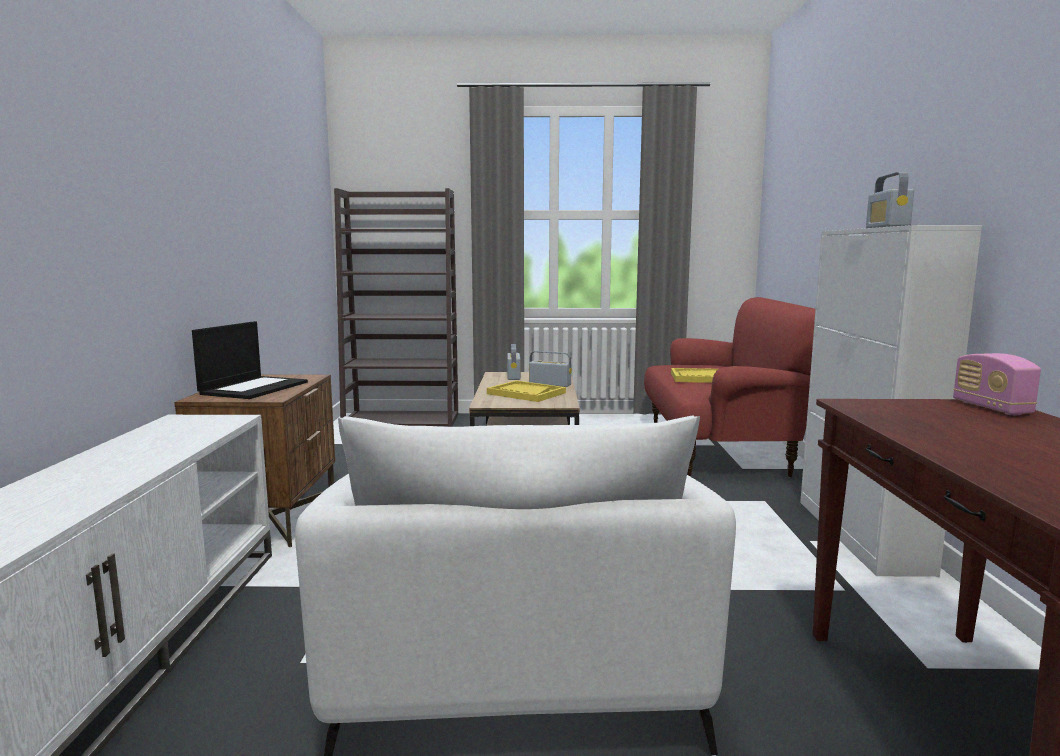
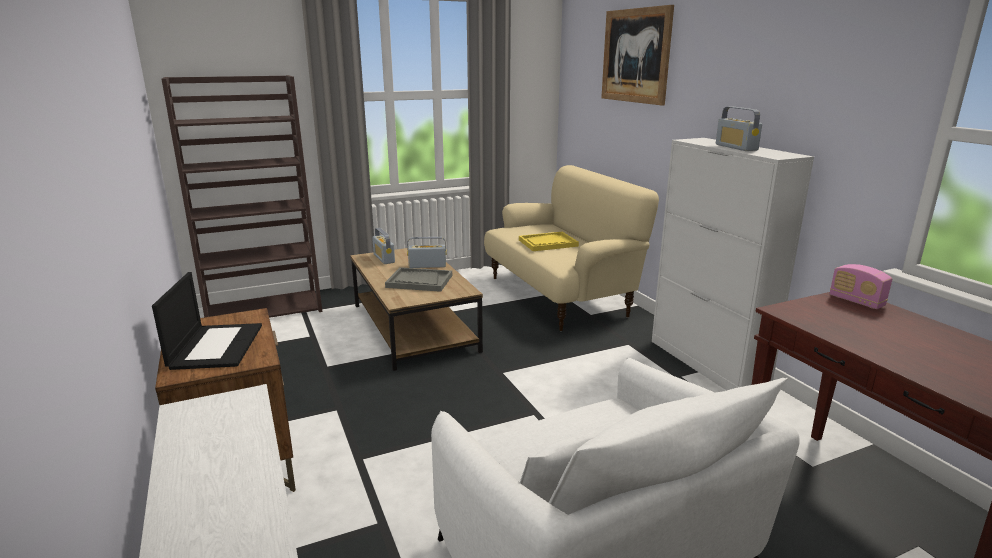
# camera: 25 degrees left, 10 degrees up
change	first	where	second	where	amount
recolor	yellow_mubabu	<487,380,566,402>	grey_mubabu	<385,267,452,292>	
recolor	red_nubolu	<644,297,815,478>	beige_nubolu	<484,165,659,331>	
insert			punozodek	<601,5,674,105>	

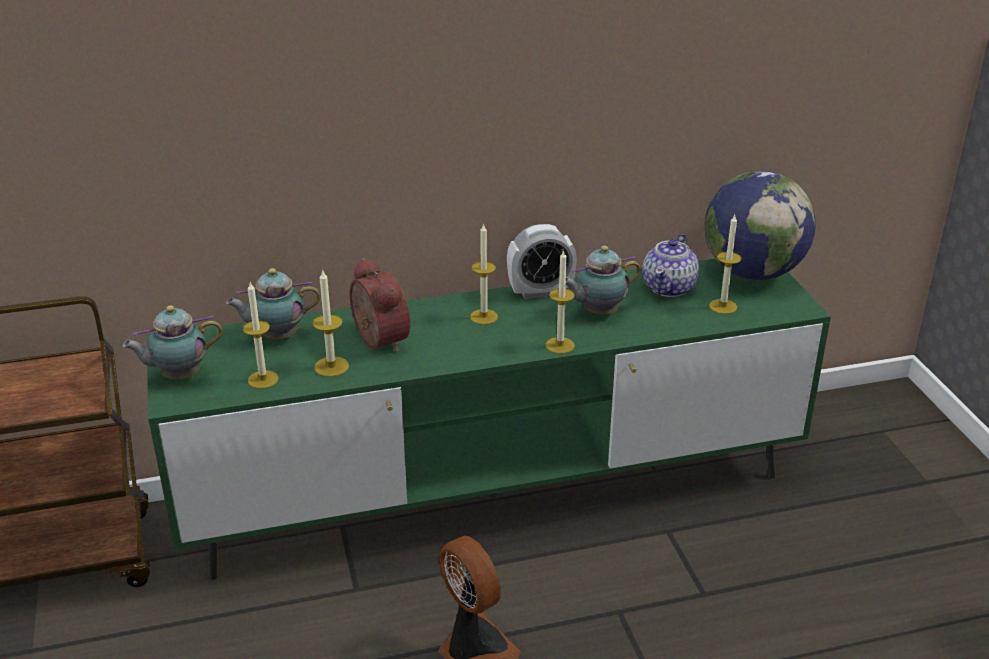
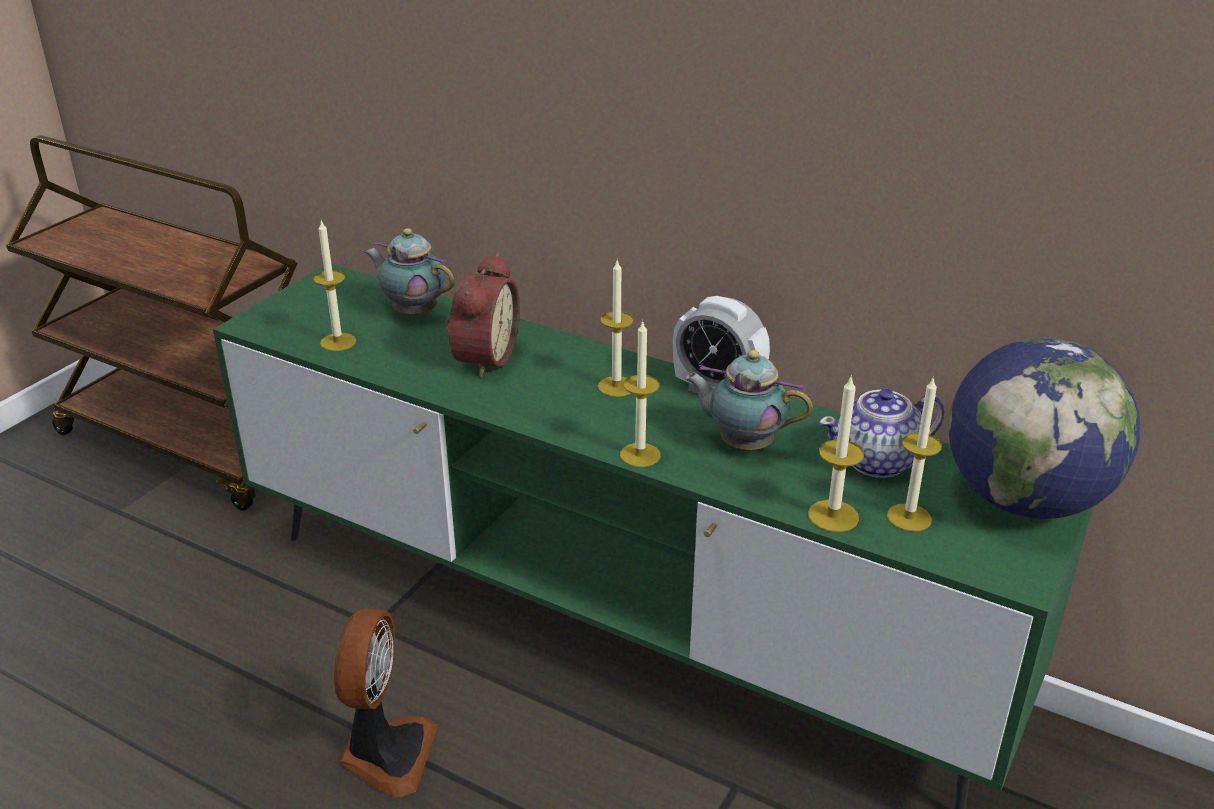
# camera: 45 degrees right, 0 degrees up
change	first	where	second	where	amount
move	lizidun	<312,269,349,377>		<808,375,864,532>	
delete	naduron	<122,305,223,379>			

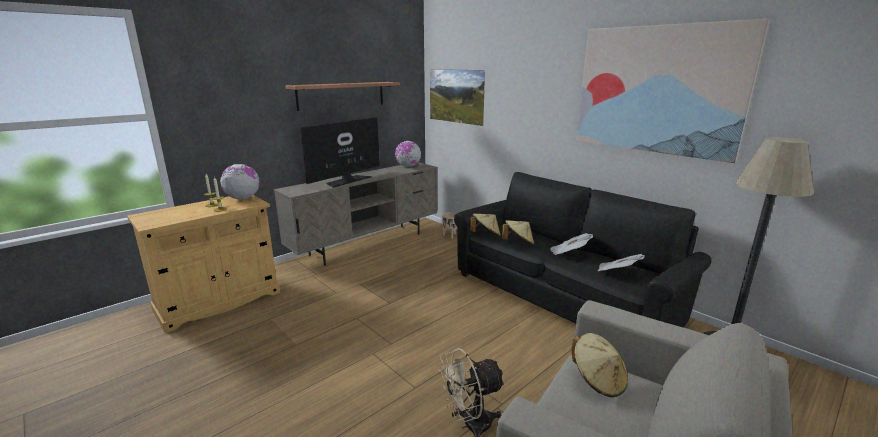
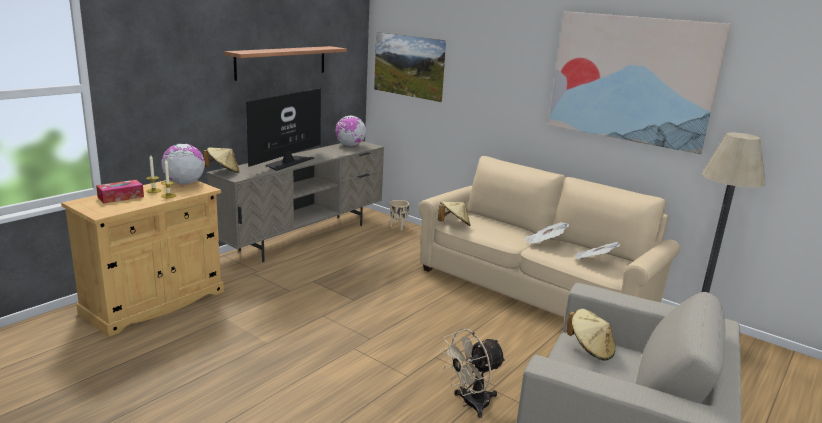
# camera: 10 degrees left, 0 degrees up
change	first	where	second	where	amount
insert			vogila	<96,180,144,204>	
move	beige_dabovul	<502,220,534,245>		<203,147,240,173>	
recolor	black_nubolu	<454,172,711,328>	beige_nubolu	<418,156,680,318>	

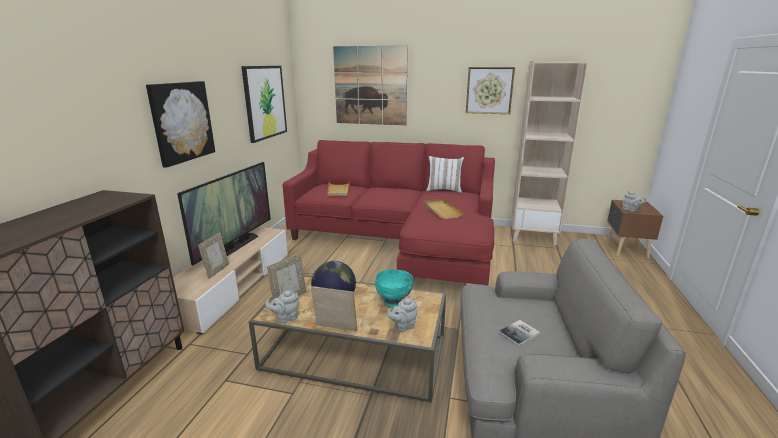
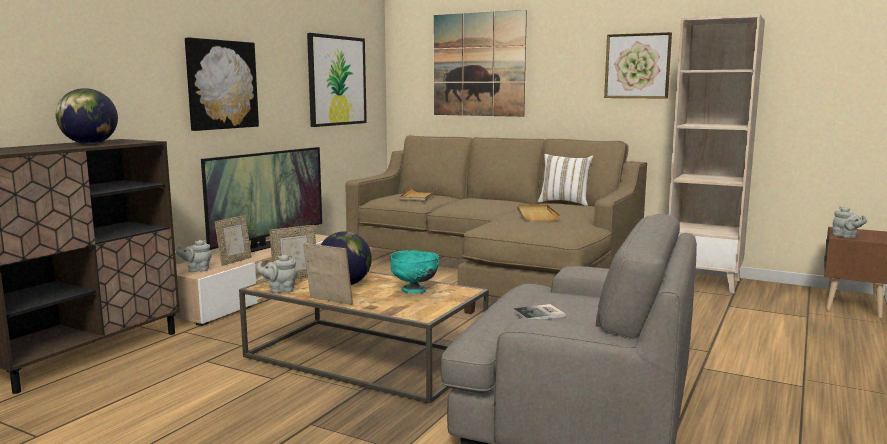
# camera: 15 degrees right, 10 degrees down
change	first	where	second	where	amount
insert			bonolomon	<56,88,118,144>	
move	grey_naduron	<387,298,417,332>		<176,240,212,272>	
recolor	red_nubolu	<283,140,495,285>	beige_nubolu	<346,135,647,314>	

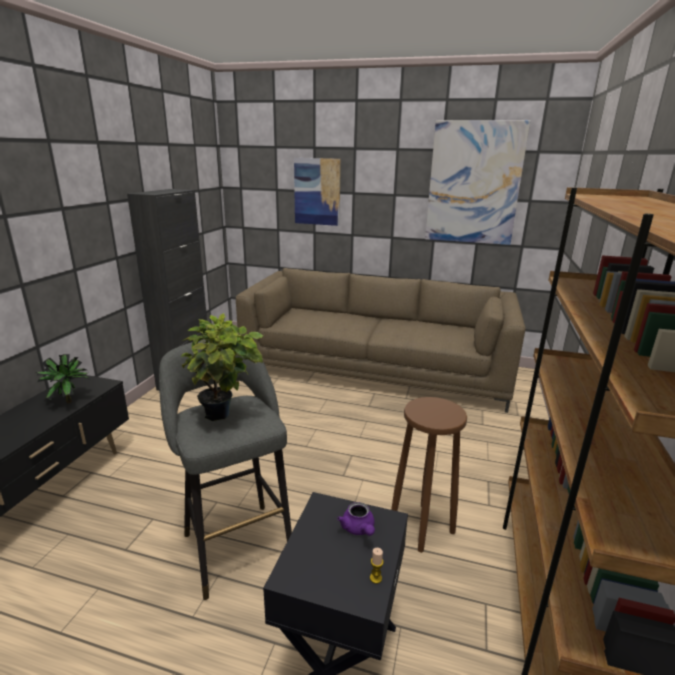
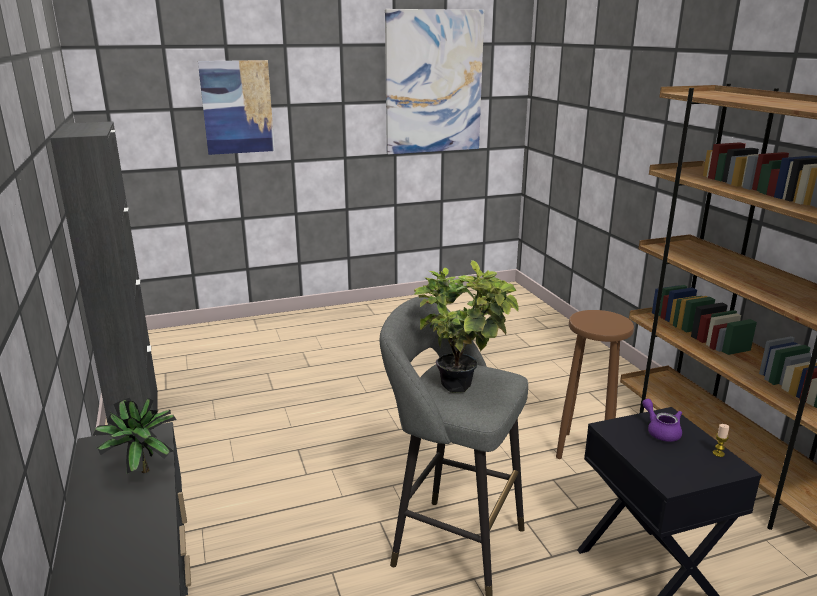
# camera: 35 degrees left, 0 degrees up
change	first	where	second	where	amount
rotate	purple_naduron	<337,502,375,536>		<642,399,682,442>	150 degrees counterclockwise
delete	brown_nubolu	<236,268,525,413>			

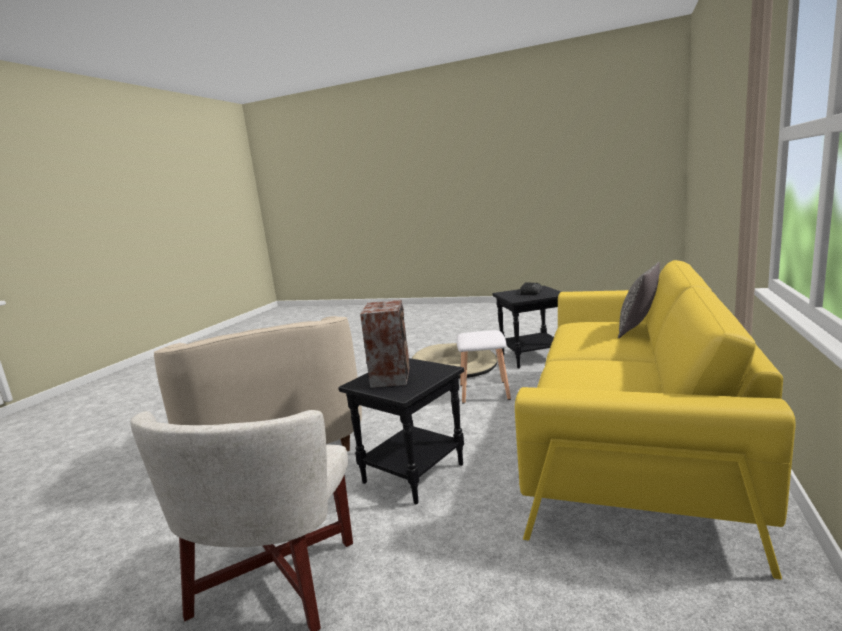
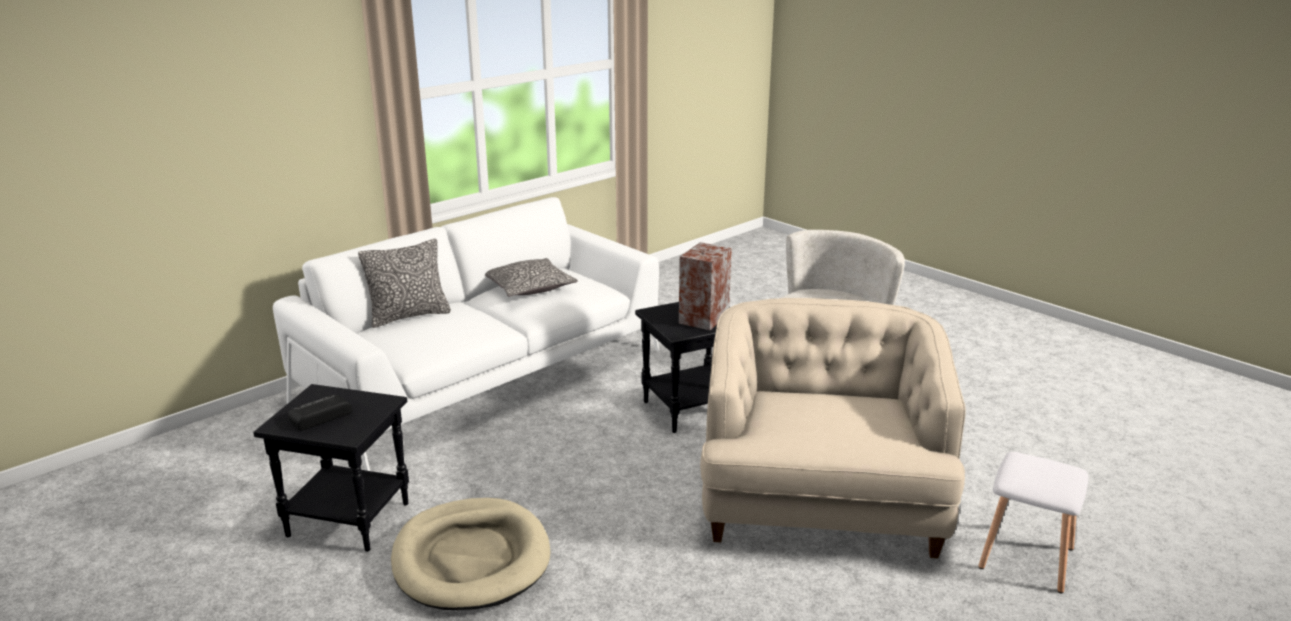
# camera: 155 degrees left, 10 degrees up
change	first	where	second	where	amount
recolor	yellow_nubolu	<515,260,796,580>	white_nubolu	<273,197,660,471>	
insert			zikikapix	<485,258,578,296>	
move	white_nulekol	<457,330,511,404>		<978,452,1088,594>	

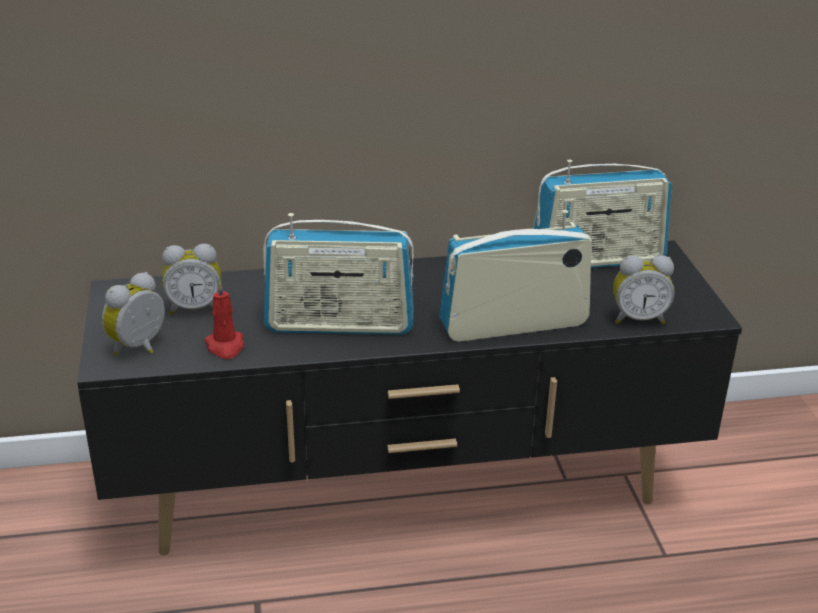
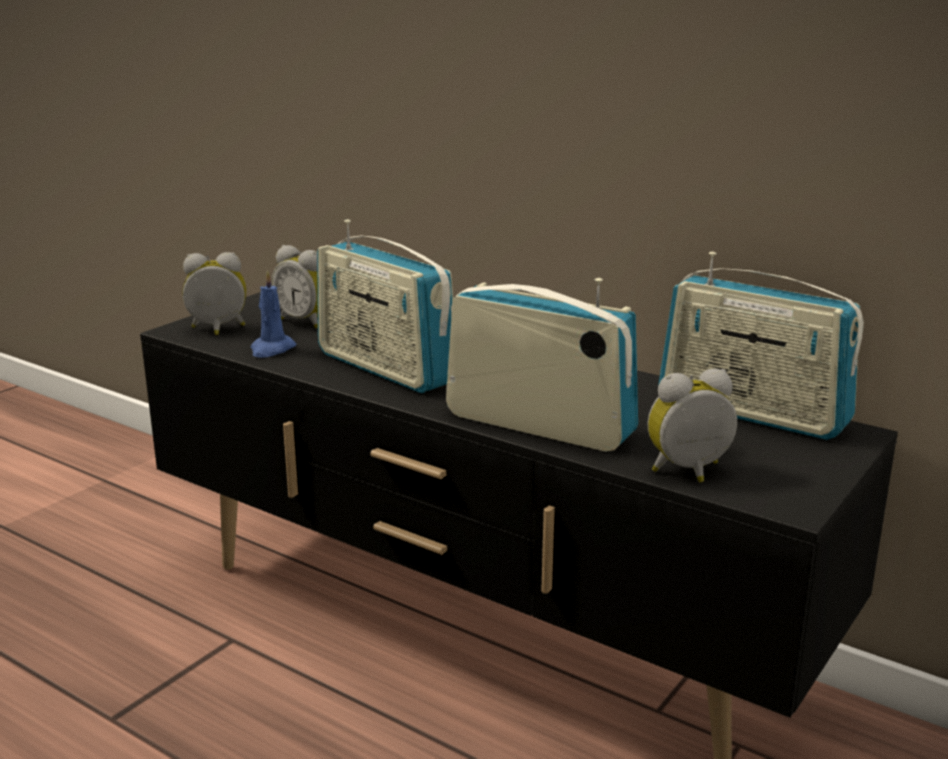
# camera: 45 degrees right, 10 degrees down
change	first	where	second	where	amount
recolor	red_lizidun	<204,280,244,359>	blue_lizidun	<251,270,297,358>	
rotate	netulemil	<613,255,675,324>		<648,368,737,482>	120 degrees clockwise

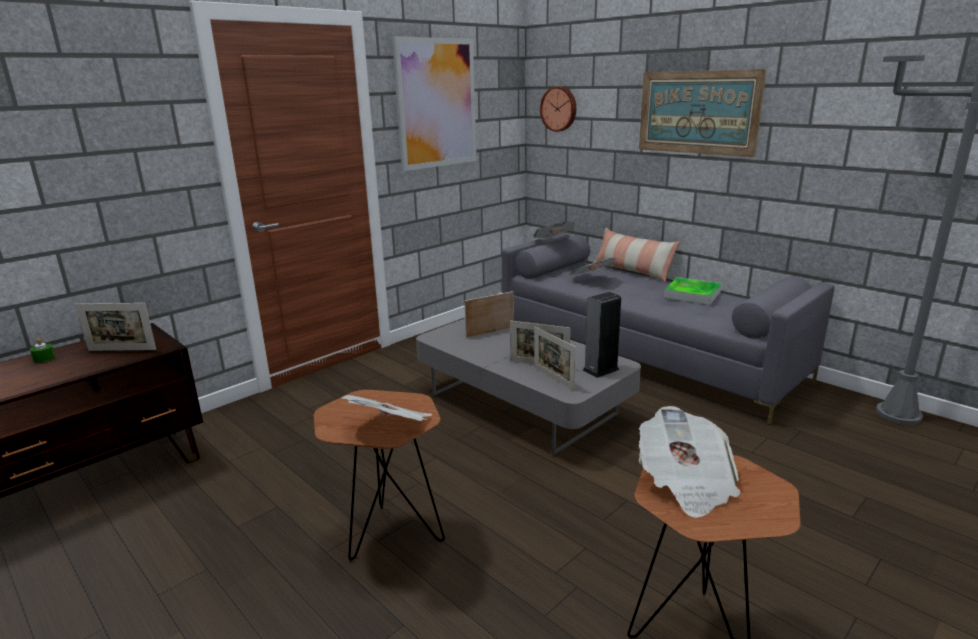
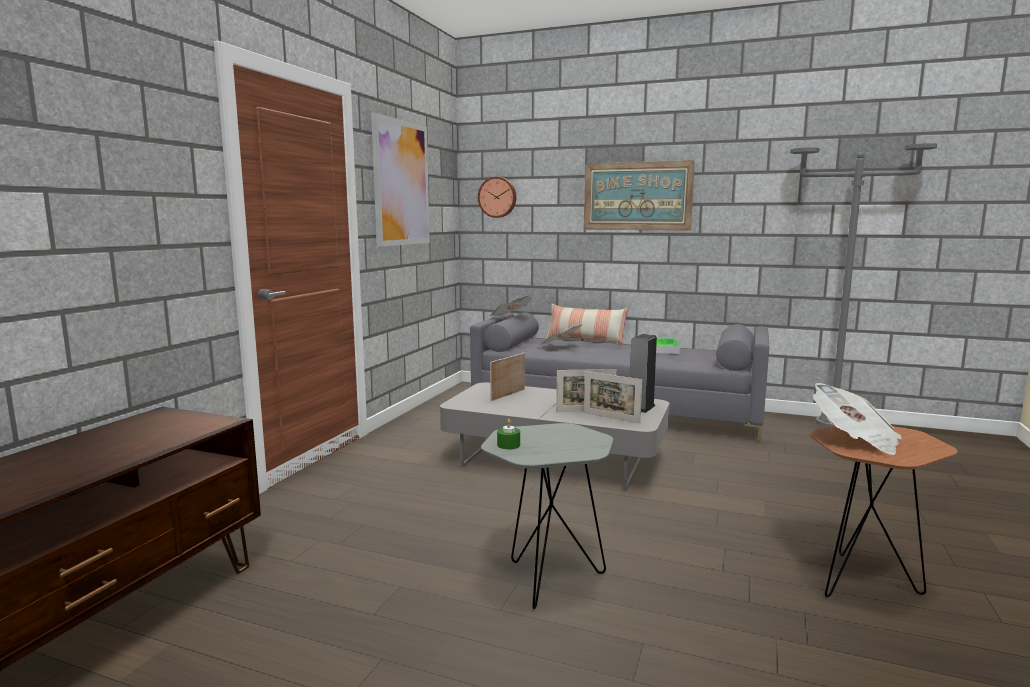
# camera: 25 degrees left, 10 degrees down
change	first	where	second	where	amount
recolor	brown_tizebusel	<314,390,445,560>	grey_tizebusel	<481,423,613,609>	
move	green_lizidun	<30,338,55,363>		<497,419,520,450>	
delete	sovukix	<75,303,156,351>			
delete	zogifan	<341,395,432,421>			

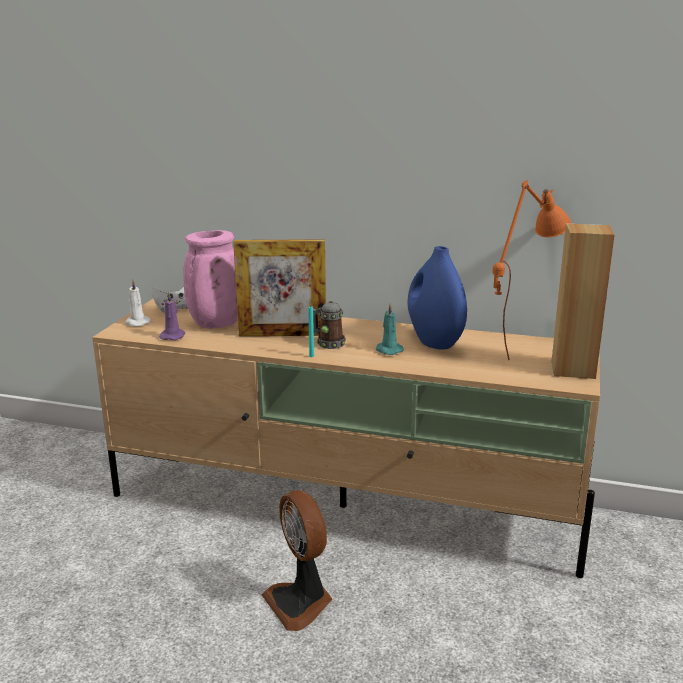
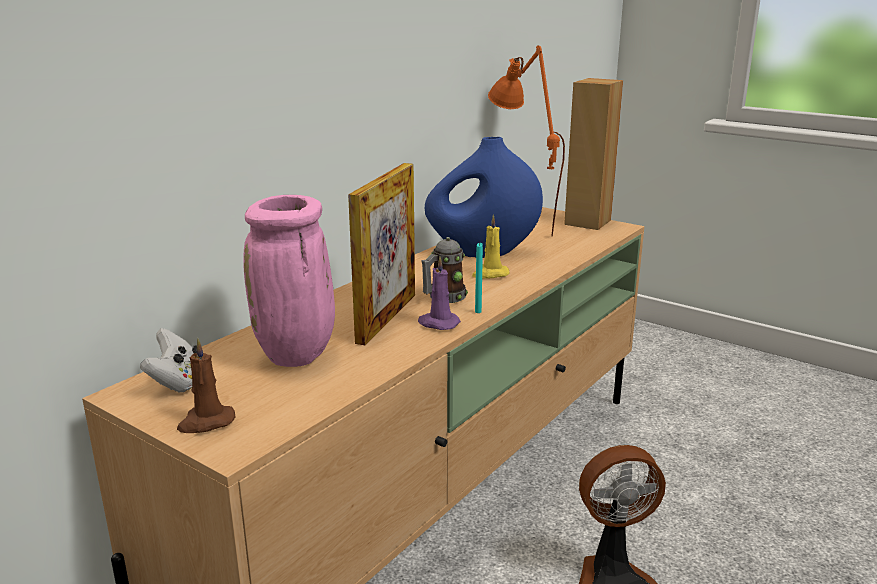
# camera: 70 degrees left, 0 degrees up
change	first	where	second	where	amount
recolor	white_lizidun	<125,280,151,327>	brown_lizidun	<177,338,235,433>	
move	purple_lizidun	<159,291,185,340>		<418,256,461,330>	
recolor	turquoise_lizidun	<376,304,404,355>	yellow_lizidun	<472,215,510,279>	

